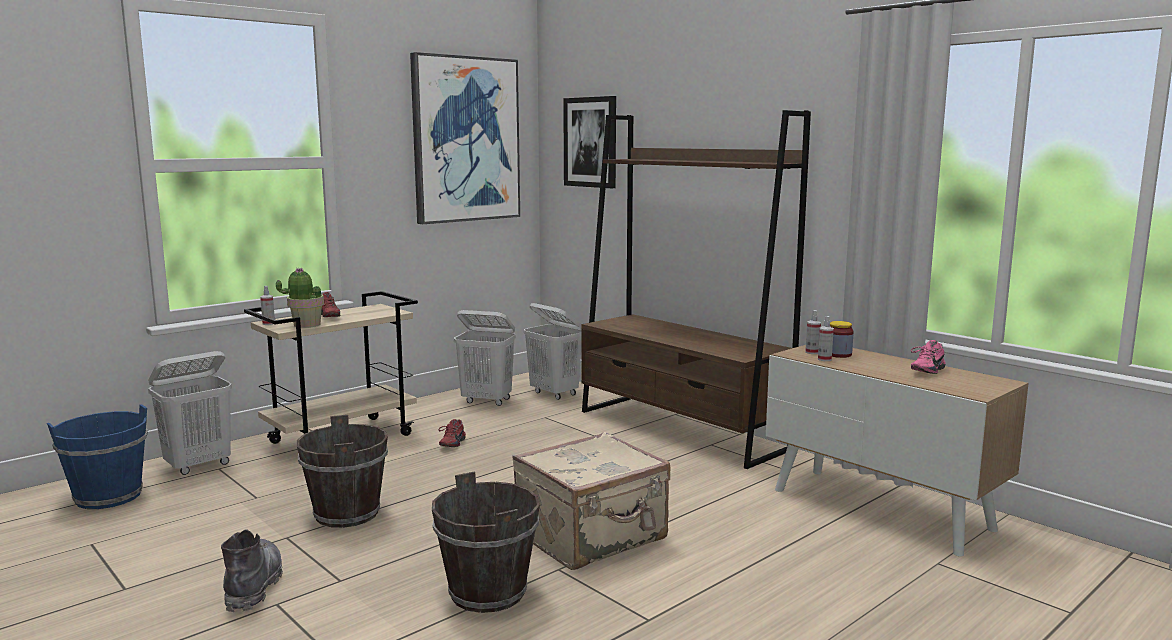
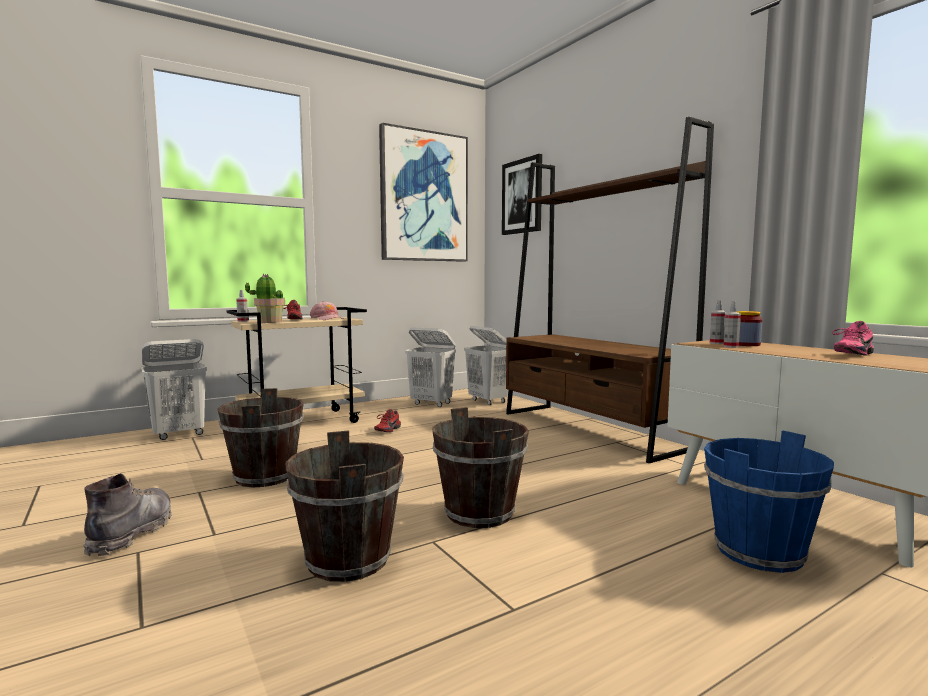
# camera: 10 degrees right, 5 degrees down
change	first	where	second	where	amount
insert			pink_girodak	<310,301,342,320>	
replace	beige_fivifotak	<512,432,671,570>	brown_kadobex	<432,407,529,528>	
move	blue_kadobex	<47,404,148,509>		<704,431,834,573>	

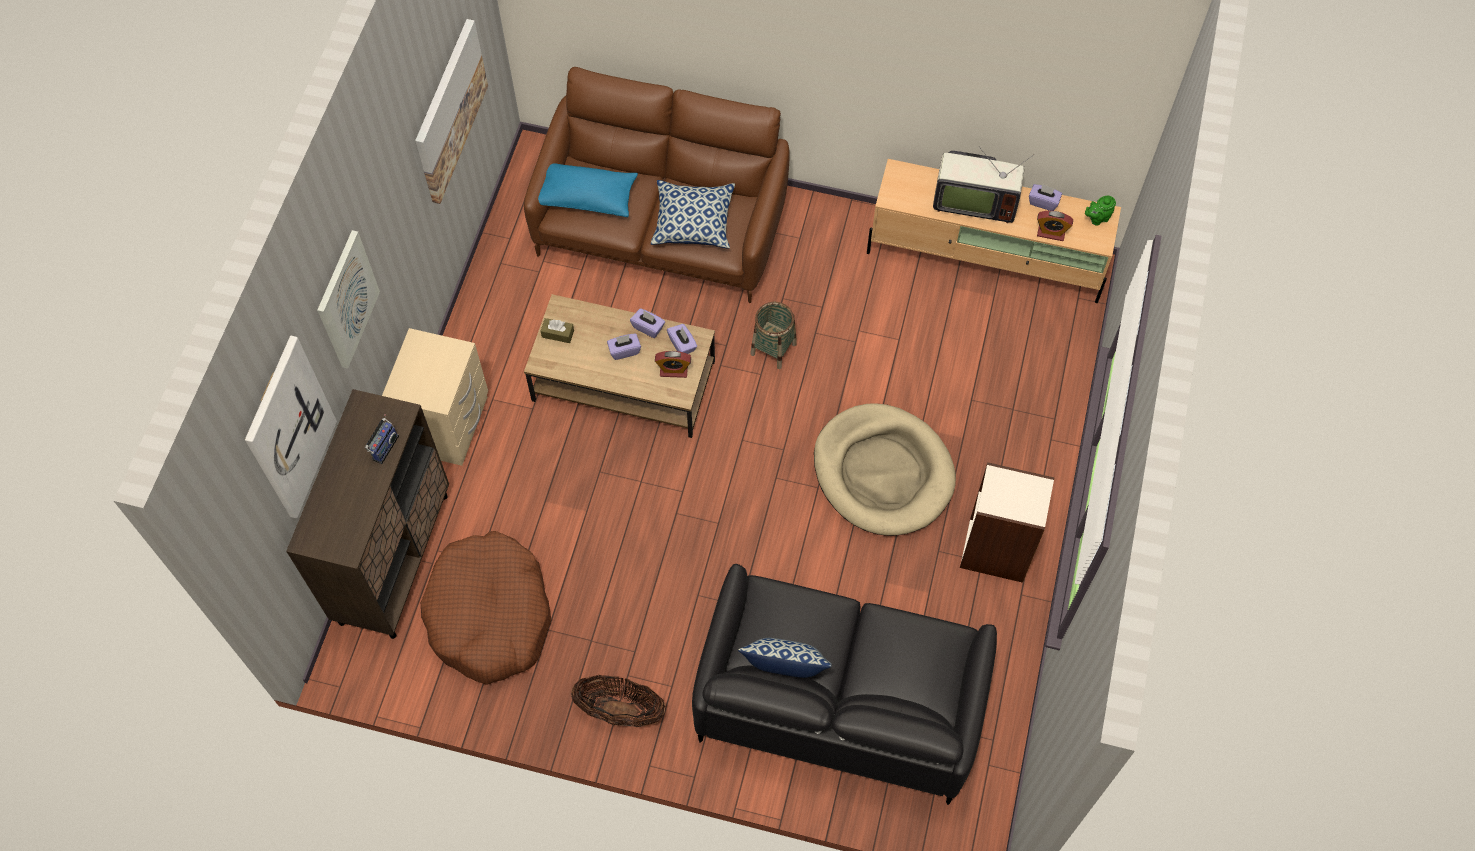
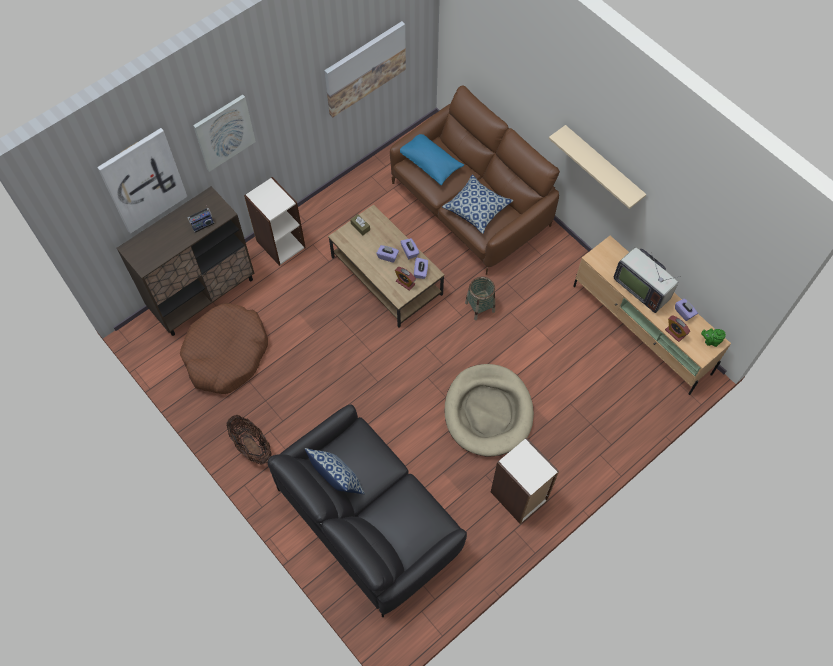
# camera: 35 degrees right, 0 degrees up
change	first	where	second	where	amount
replace	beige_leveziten	<382,328,488,466>	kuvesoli	<244,177,305,266>	
insert			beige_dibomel	<549,125,646,209>	

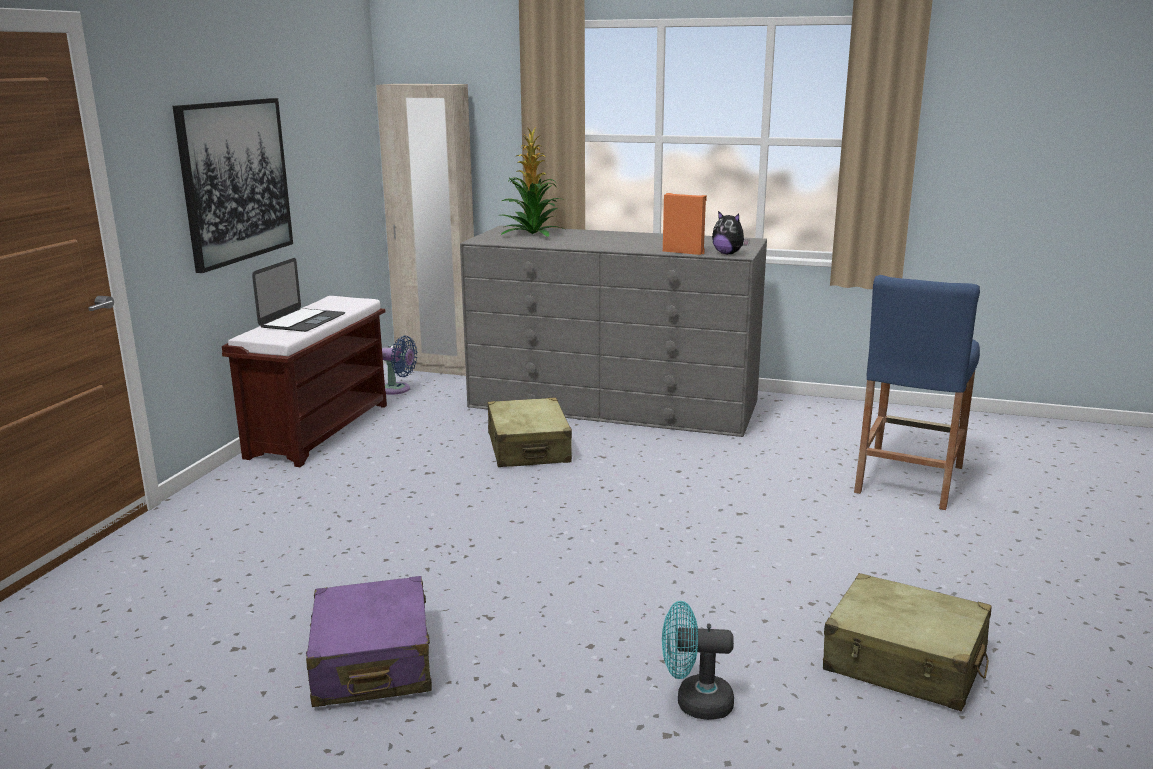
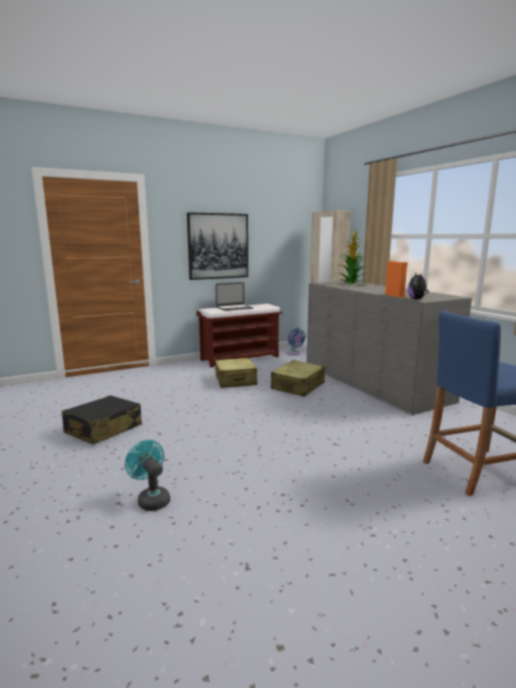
# camera: 45 degrees right, 5 degrees down
change	first	where	second	where	amount
recolor	purple_fivifotak	<306,576,432,707>	black_fivifotak	<62,395,142,445>	
move	beige_fivifotak	<823,573,991,711>		<215,358,257,388>	

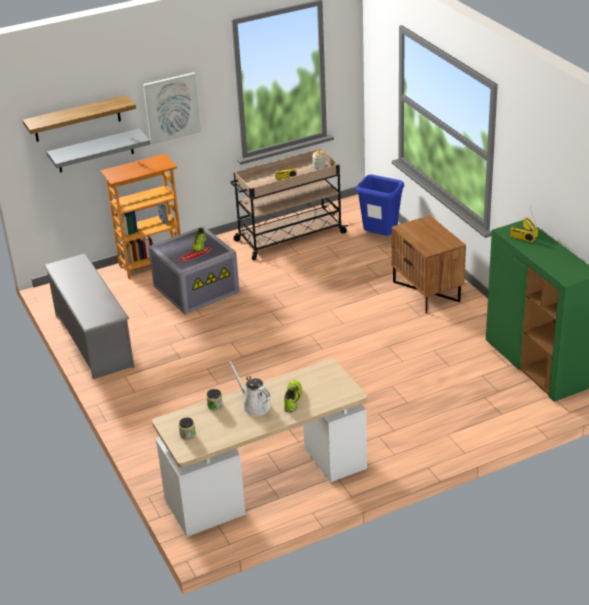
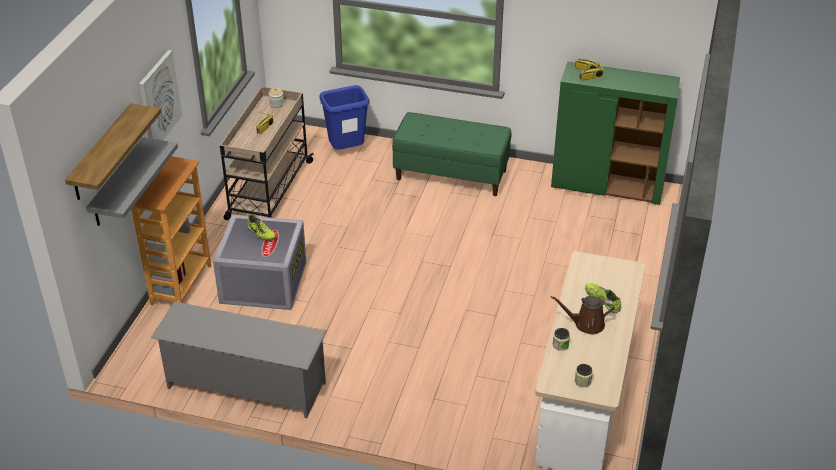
# camera: 50 degrees left, 5 degrees up
change	first	where	second	where	amount
replace	brown_leveziten	<392,215,466,313>	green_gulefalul	<392,112,511,196>	
recolor	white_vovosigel	<228,361,271,416>	brown_vovosigel	<551,296,615,334>	

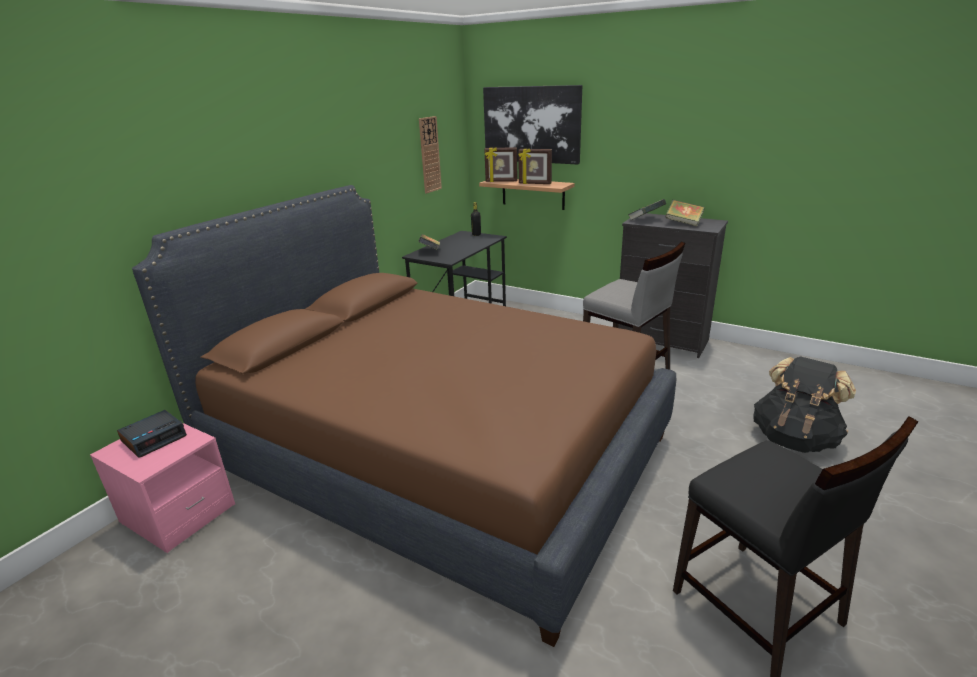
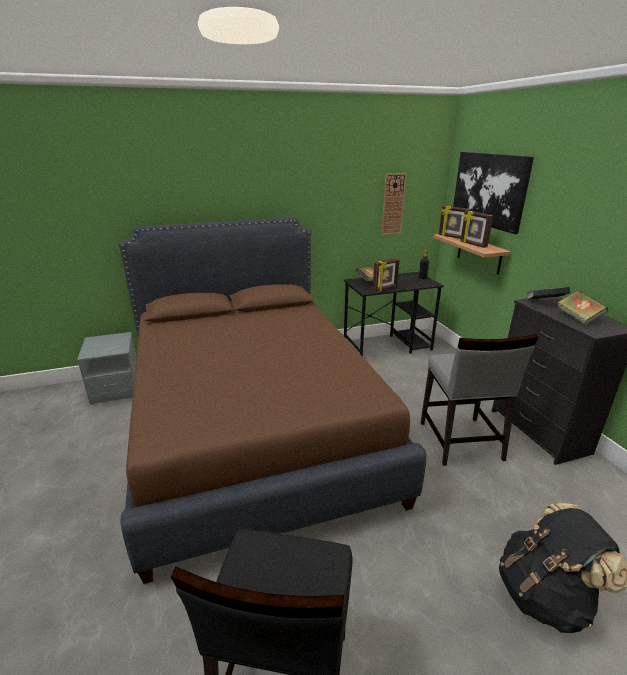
# camera: 40 degrees right, 0 degrees up
change	first	where	second	where	amount
recolor	pink_leveziten	<90,423,235,553>	grey_leveziten	<77,332,136,404>	
insert			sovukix	<373,258,400,292>	
delete	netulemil	<117,410,187,458>			

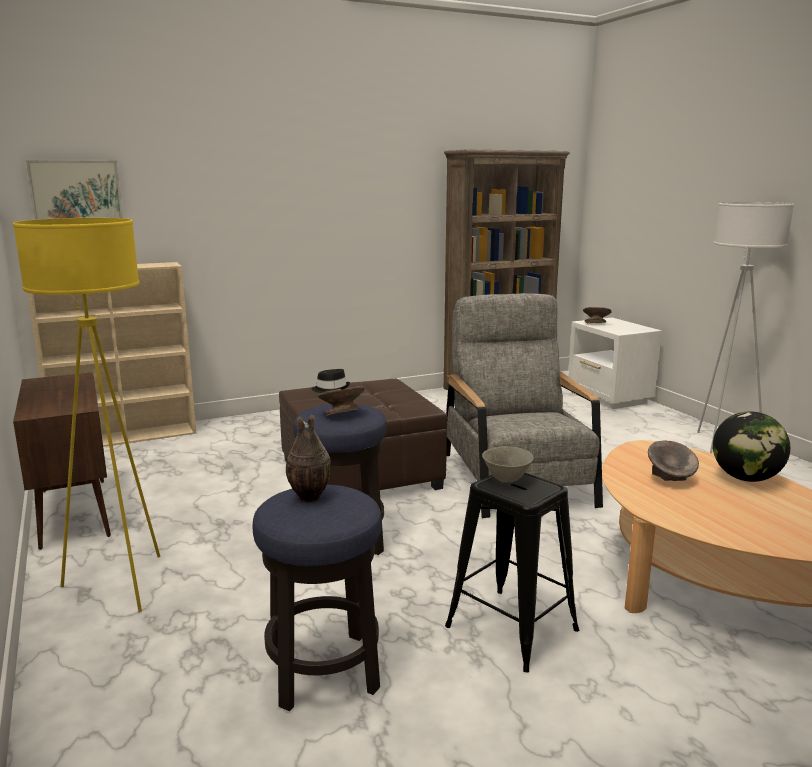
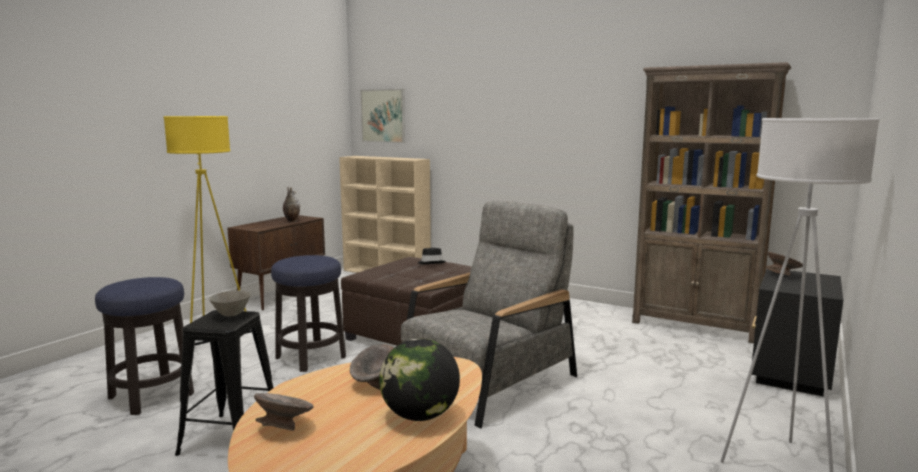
# camera: 55 degrees right, 5 degrees down
change	first	where	second	where	amount
move	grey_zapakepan	<318,386,365,416>		<254,393,314,431>	
move	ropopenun	<286,415,330,503>		<283,187,300,222>	
recolor	white_leveziten	<568,318,662,409>	black_leveziten	<751,269,843,396>	

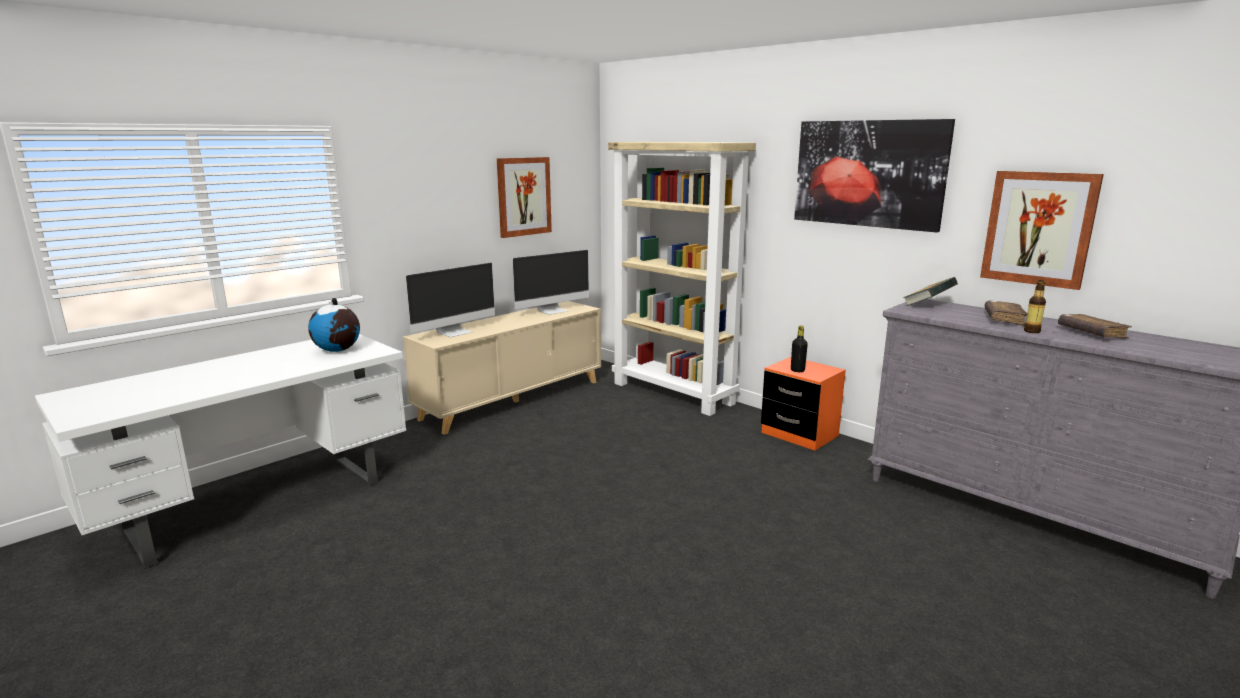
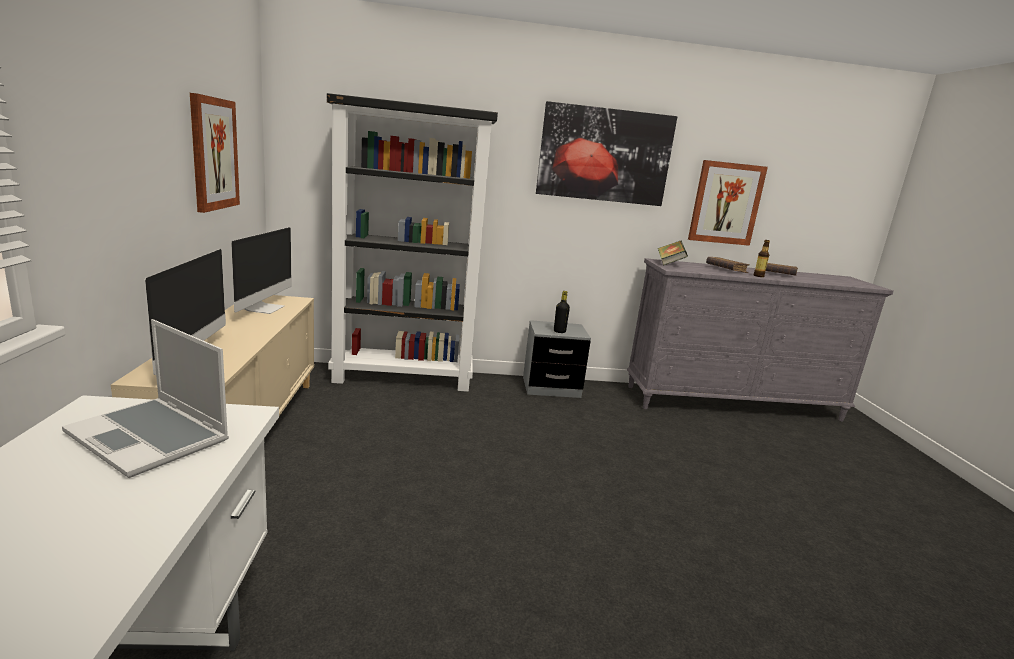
# camera: 50 degrees left, 0 degrees up
change	first	where	second	where	amount
replace	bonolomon	<308,298,360,352>	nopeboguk	<62,319,229,478>	
recolor	beige_kuvesoli	<608,142,756,416>	black_kuvesoli	<327,93,498,392>	
recolor	orange_leveziten	<761,357,846,451>	grey_leveziten	<523,320,591,398>	

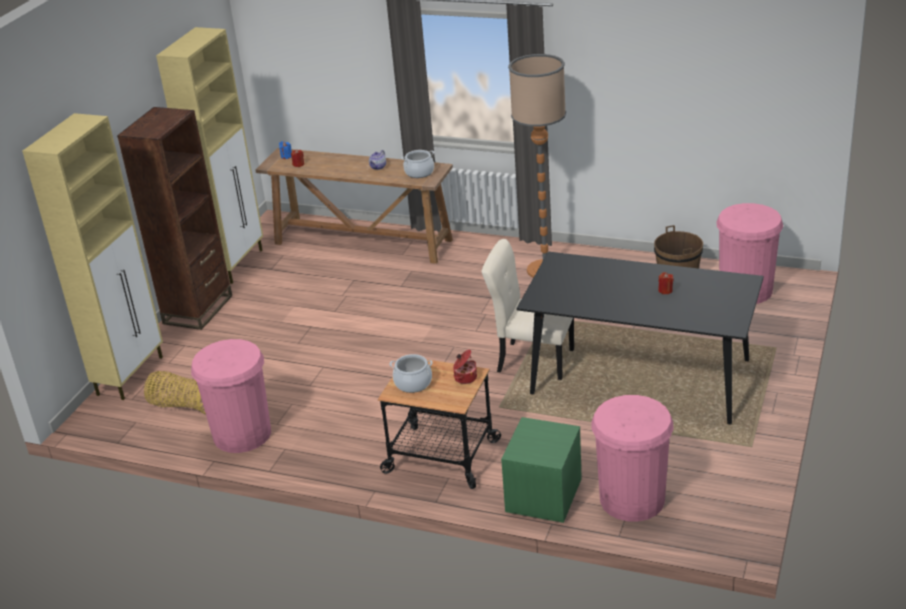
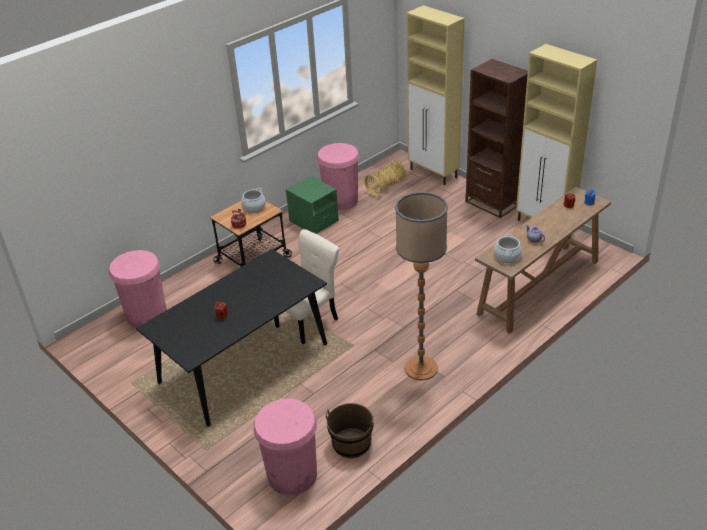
# camera: 115 degrees right, 5 degrees up
change	first	where	second	where	amount
move	green_leveziten	<501,417,582,523>		<286,176,339,234>	

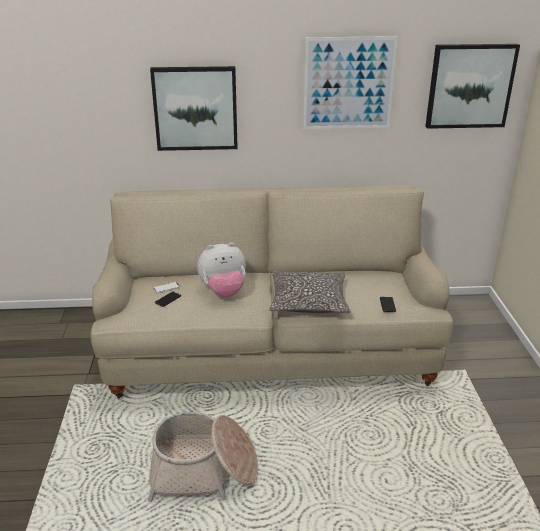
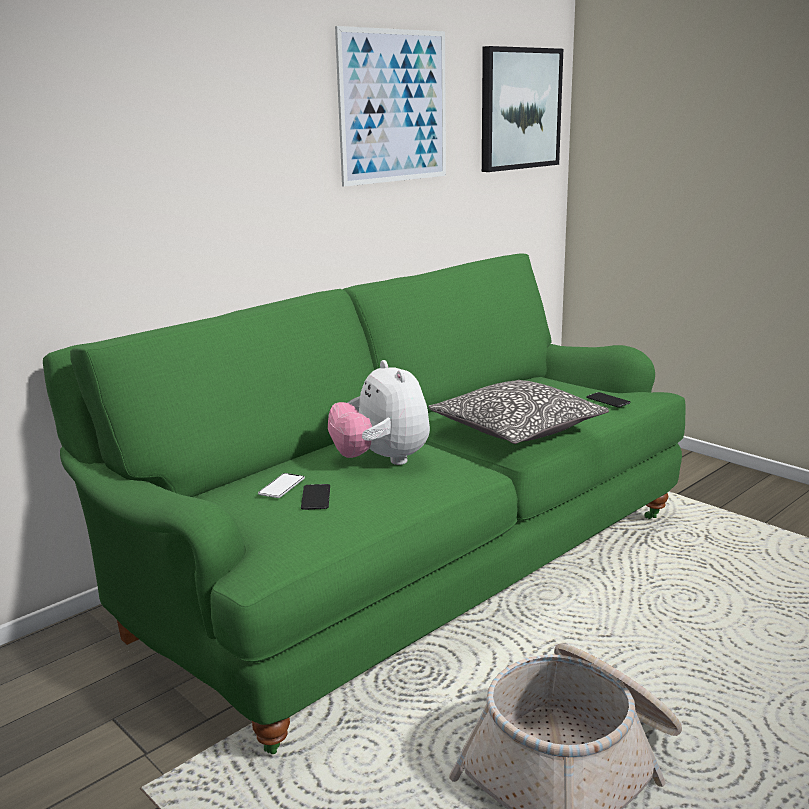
# camera: 40 degrees left, 10 degrees down
change	first	where	second	where	amount
recolor	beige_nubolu	<91,185,454,398>	green_nubolu	<43,253,685,754>	
rotate	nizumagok	<197,242,246,297>		<328,360,430,465>	120 degrees clockwise
delete	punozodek	<150,66,238,151>			

